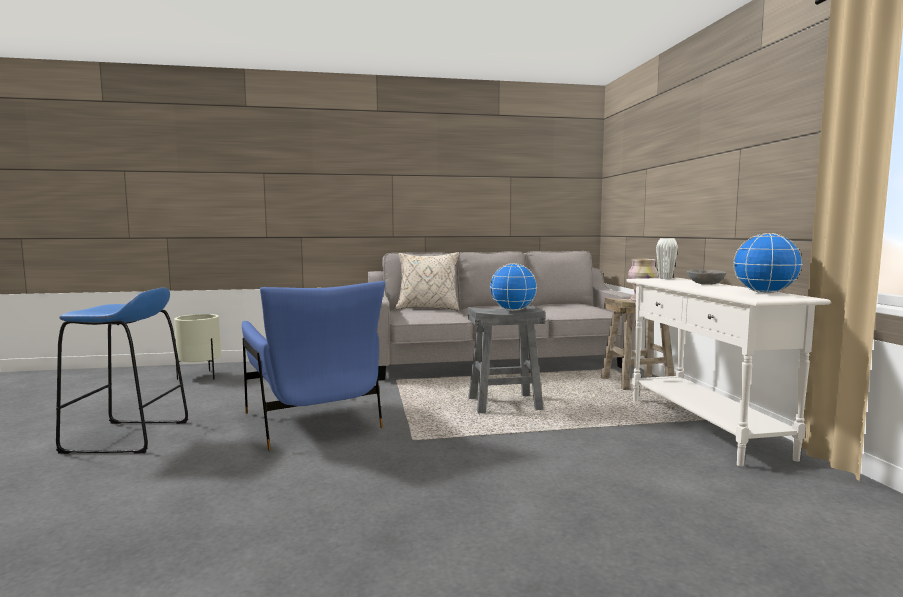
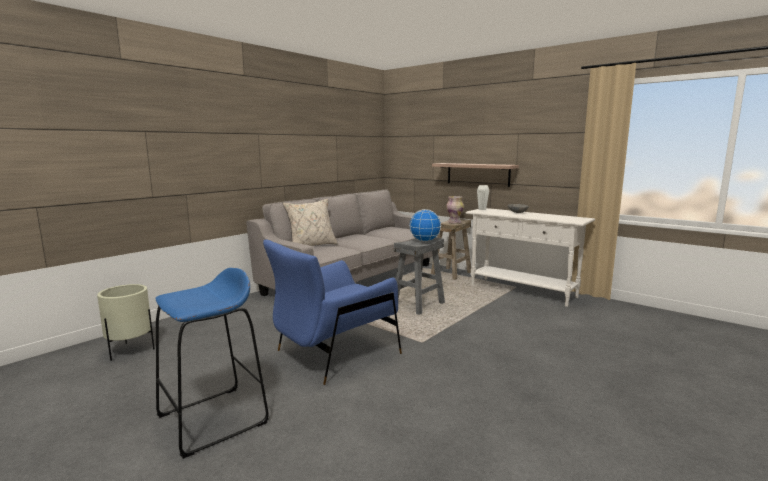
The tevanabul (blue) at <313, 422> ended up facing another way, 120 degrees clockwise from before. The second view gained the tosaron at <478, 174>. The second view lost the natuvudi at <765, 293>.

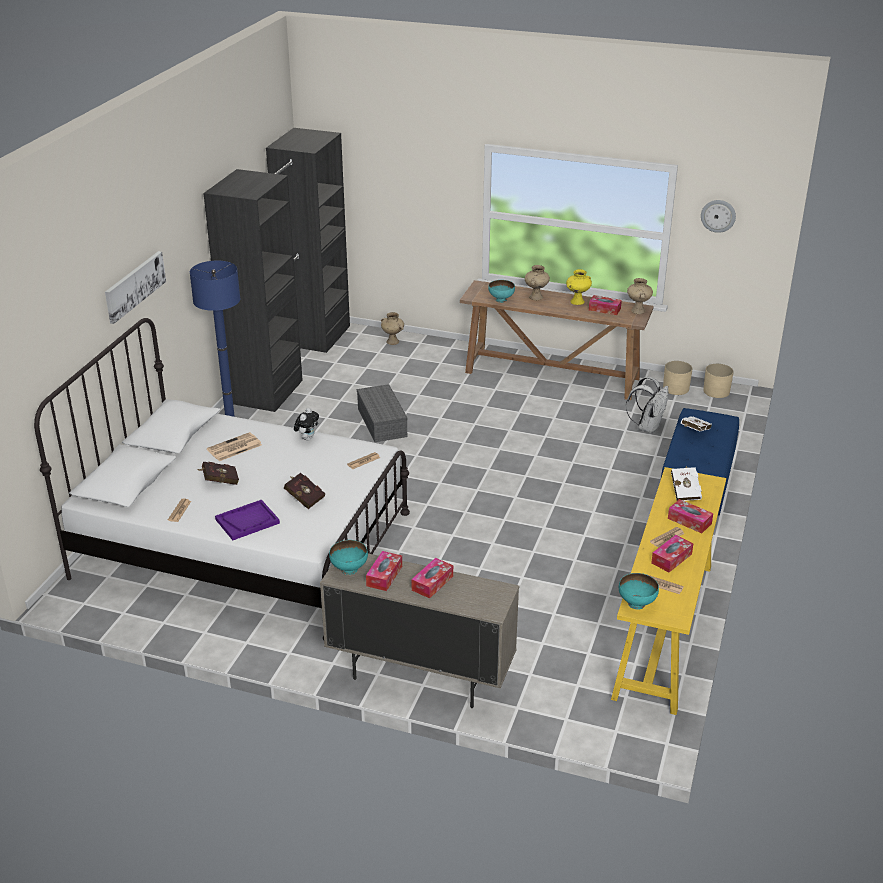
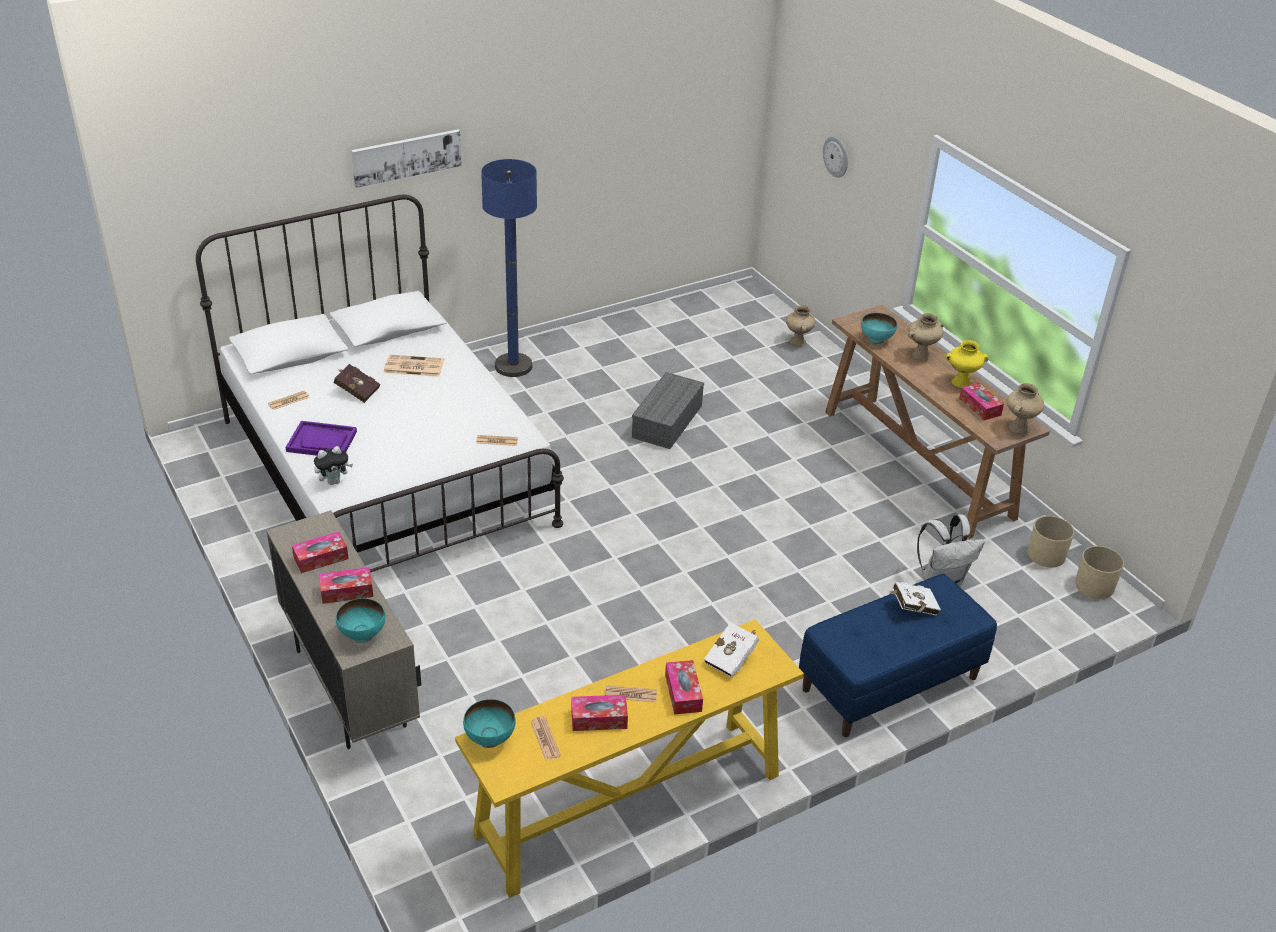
The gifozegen ended up elsewhere, having gone from <307, 438> to <334, 481>. The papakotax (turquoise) ended up elsewhere, having gone from <349, 569> to <363, 635>. The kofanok ended up elsewhere, having gone from <718, 215> to <836, 156>. The second view lost the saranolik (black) at <292, 362>. The second view lost the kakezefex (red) at <304, 498>.

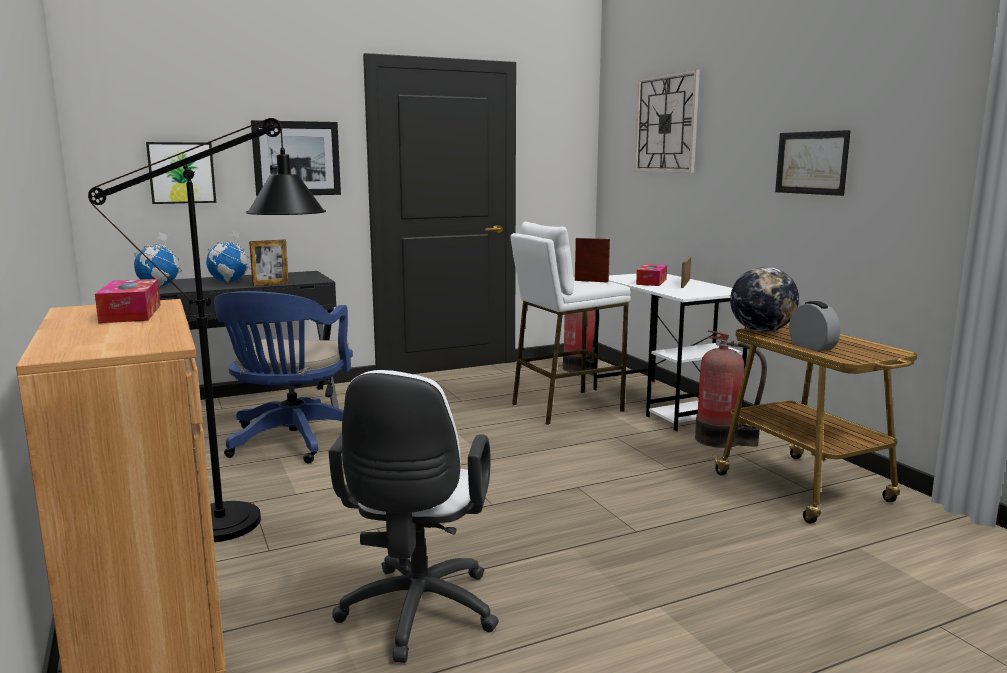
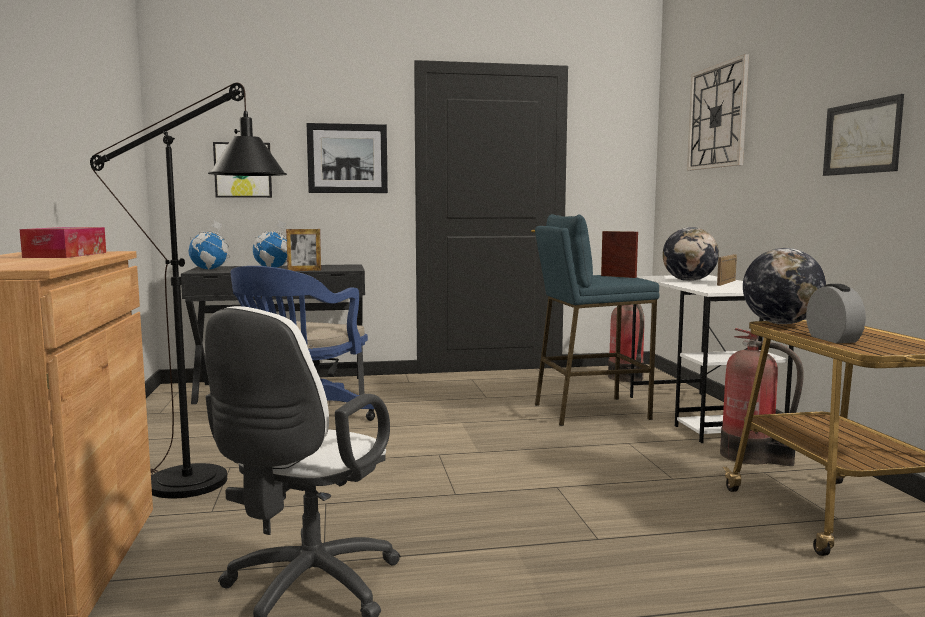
What was the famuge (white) at <565, 407> turned into the famuge (blue) at <590, 411>. Where the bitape stood at <651, 282>, the natuvudi came to stand at <689, 281>.

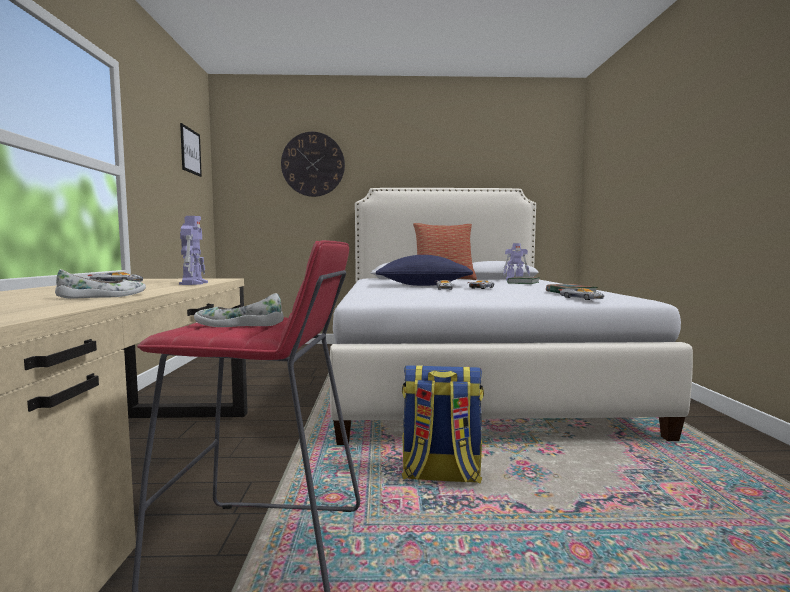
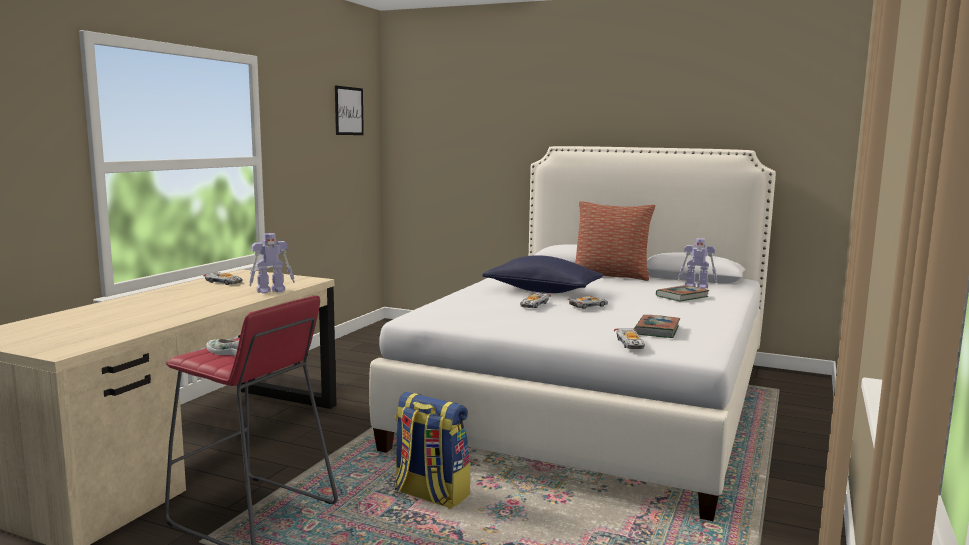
The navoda at <194, 283> ended up facing another way, 45 degrees clockwise from before. The second view lost the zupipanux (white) at <103, 296>. The second view lost the kofanok at <313, 164>.

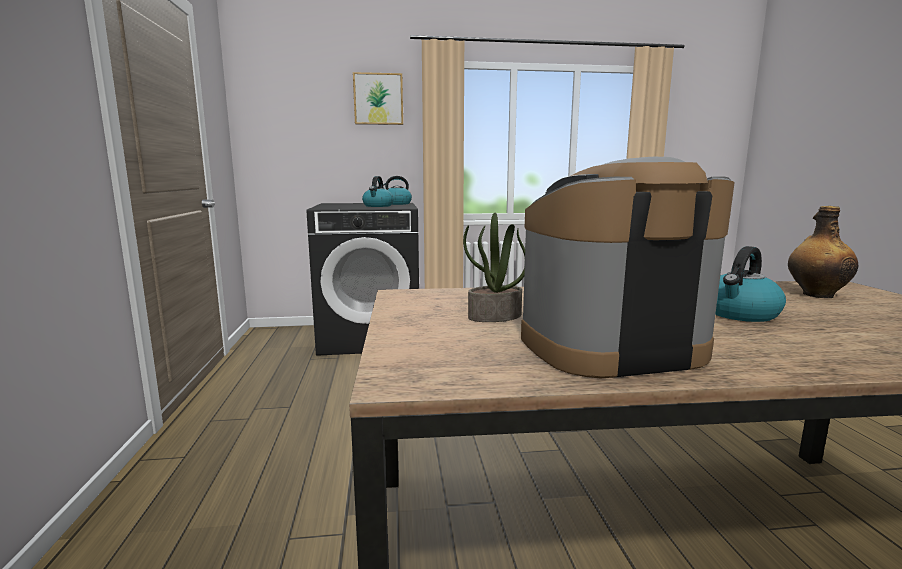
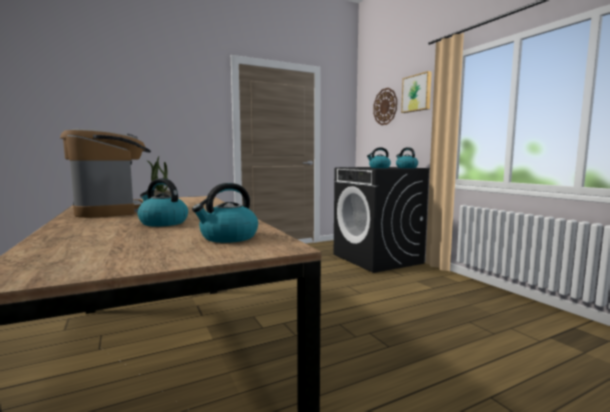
Where the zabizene stood at <816, 294>, the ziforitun came to stand at <228, 237>. The second view gained the kofanok at <385, 106>.

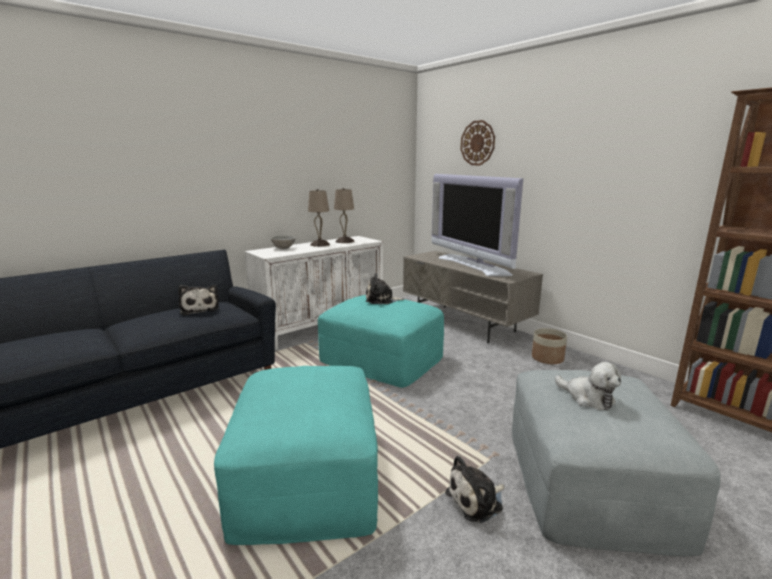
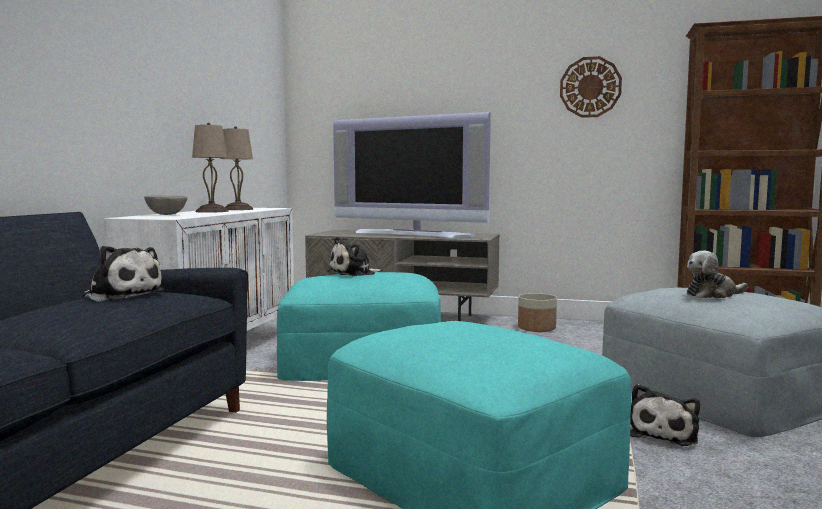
The kofanok ended up elsewhere, having gone from <477, 143> to <590, 87>. The gifozegen at <587, 398> ended up facing another way, 150 degrees clockwise from before.

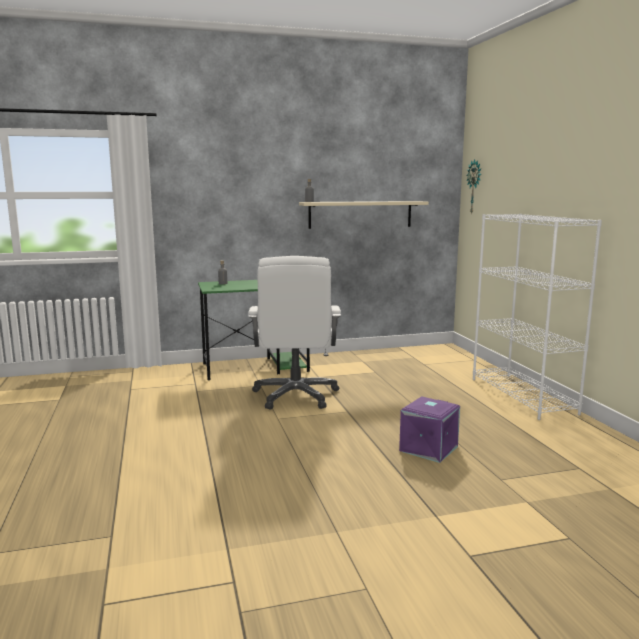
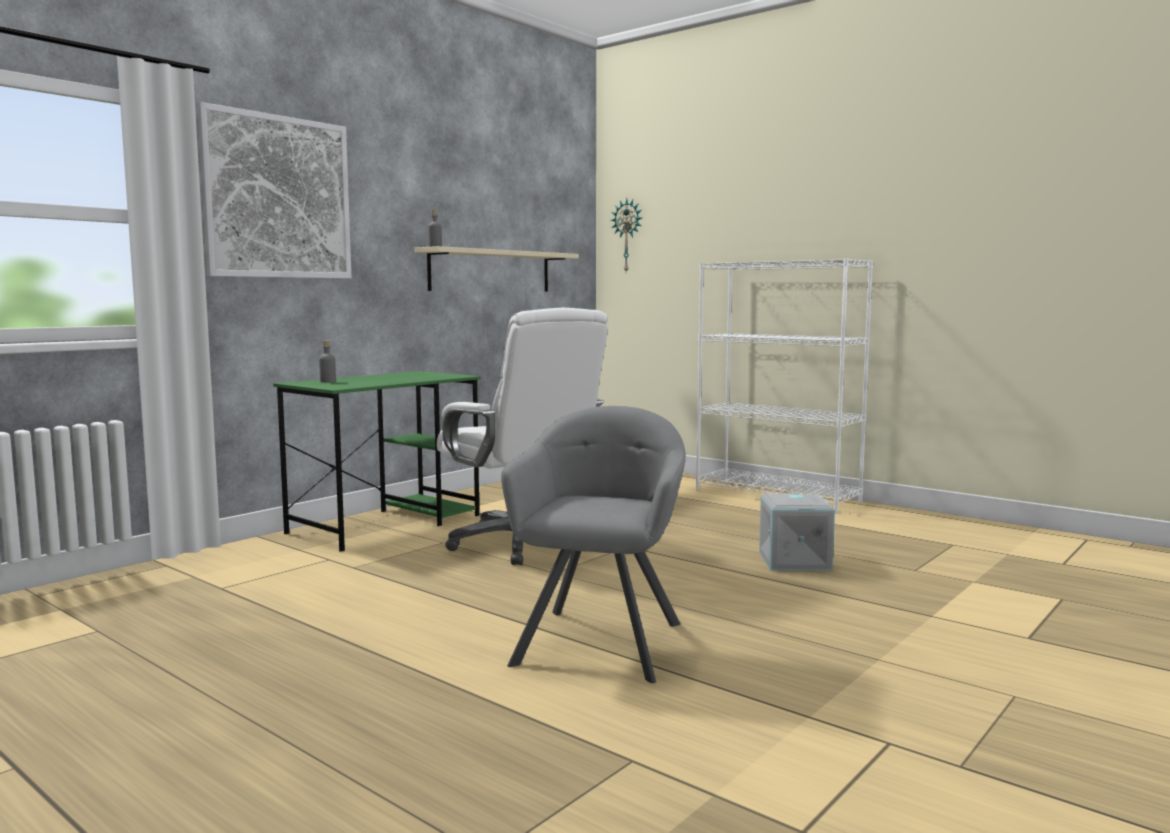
The second view gained the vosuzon at <277, 197>. The second view gained the tevanabul (grey) at <600, 642>. What was the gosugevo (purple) at <428, 448> turned into the gosugevo (grey) at <792, 561>.

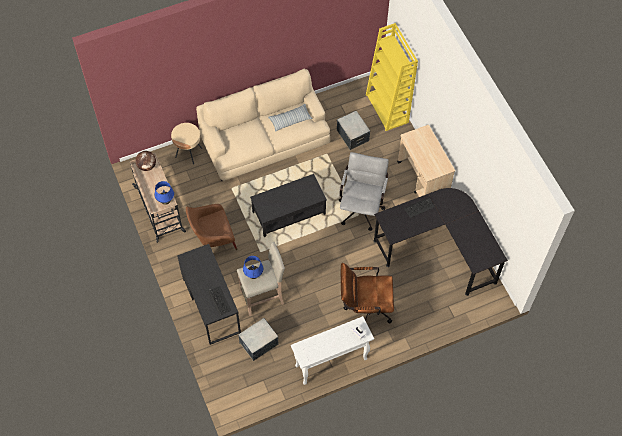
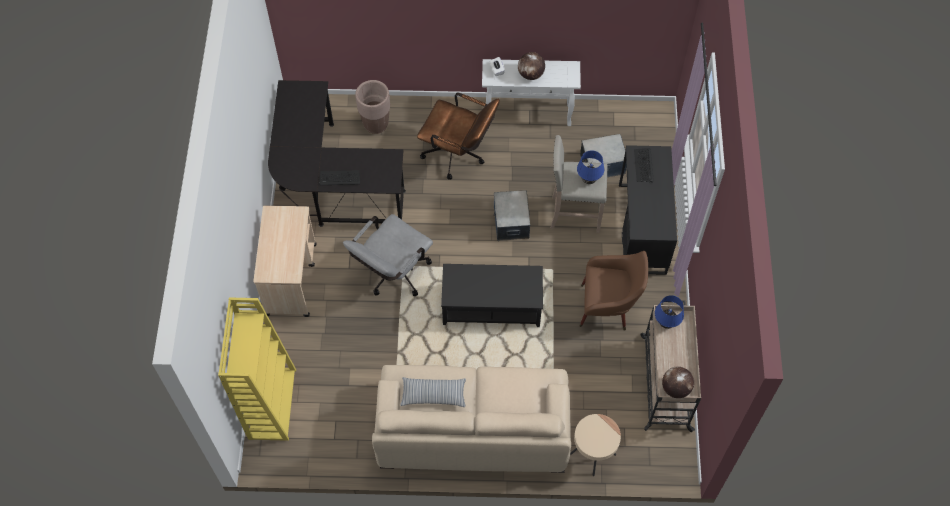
The second view gained the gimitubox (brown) at <375, 124>. The gosugevo ended up elsewhere, having gone from <353, 135> to <510, 222>. The second view gained the natuvudi at <531, 74>.

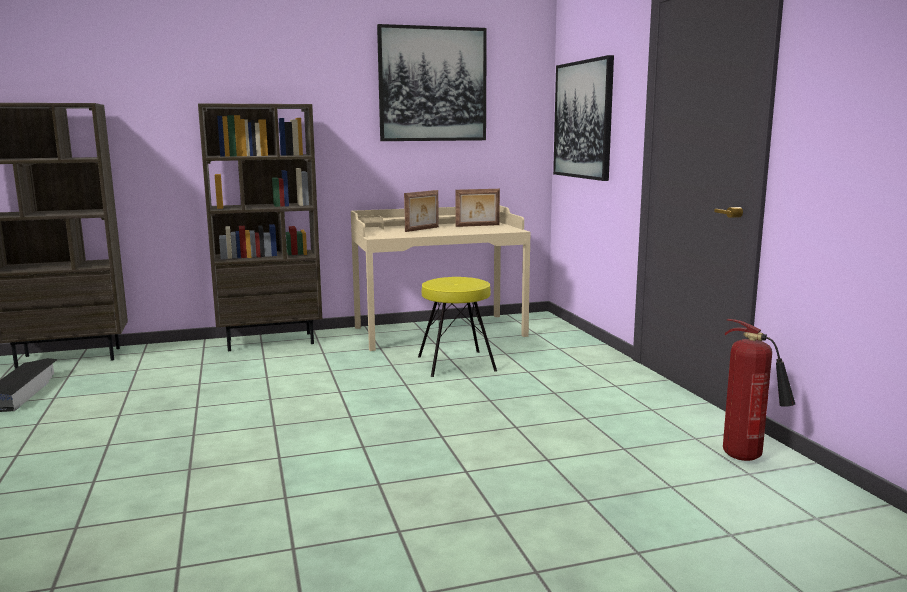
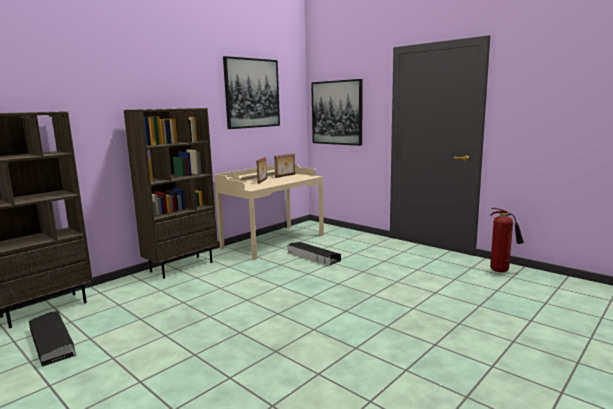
Where the famuge (yellow) stood at <456, 364>, the gosugevo (black) came to stand at <313, 257>.

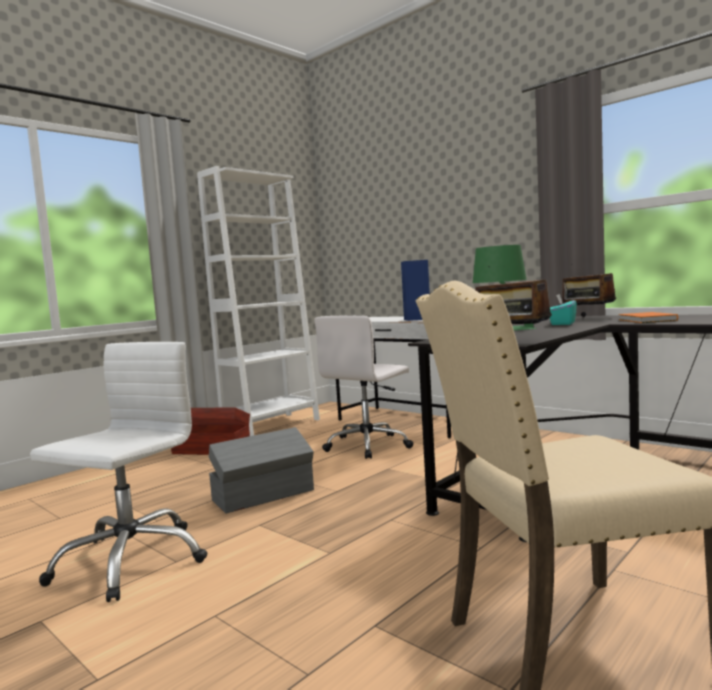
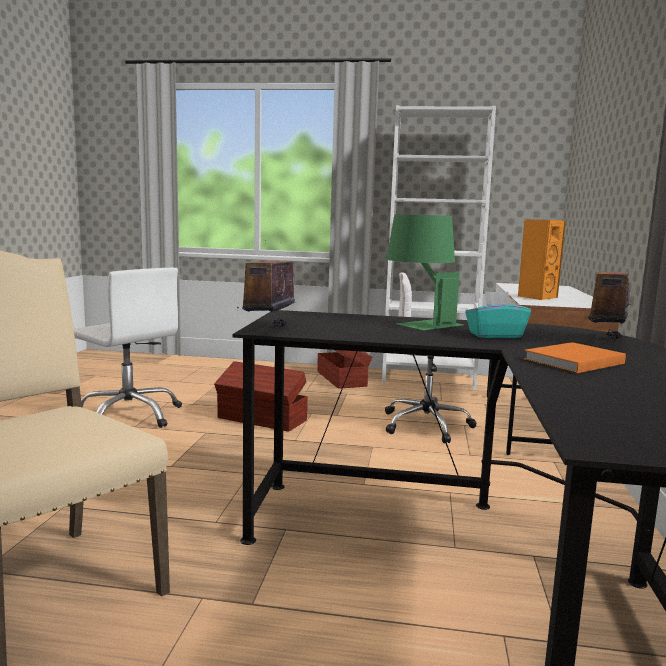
The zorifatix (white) at <130, 560> ended up facing another way, 45 degrees clockwise from before. What was the gosugevo (grey) at <264, 495> turned into the gosugevo (brown) at <262, 419>. What was the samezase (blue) at <417, 319> turned into the samezase (orange) at <536, 297>.

